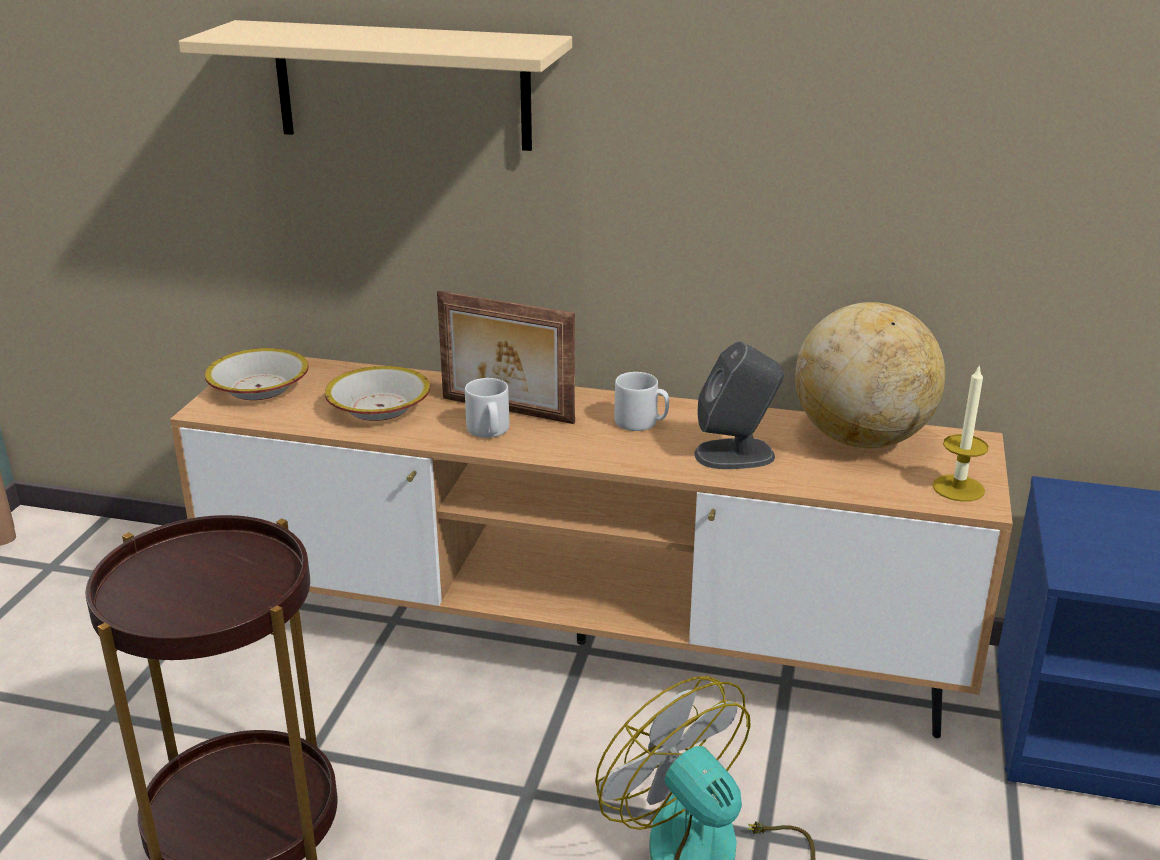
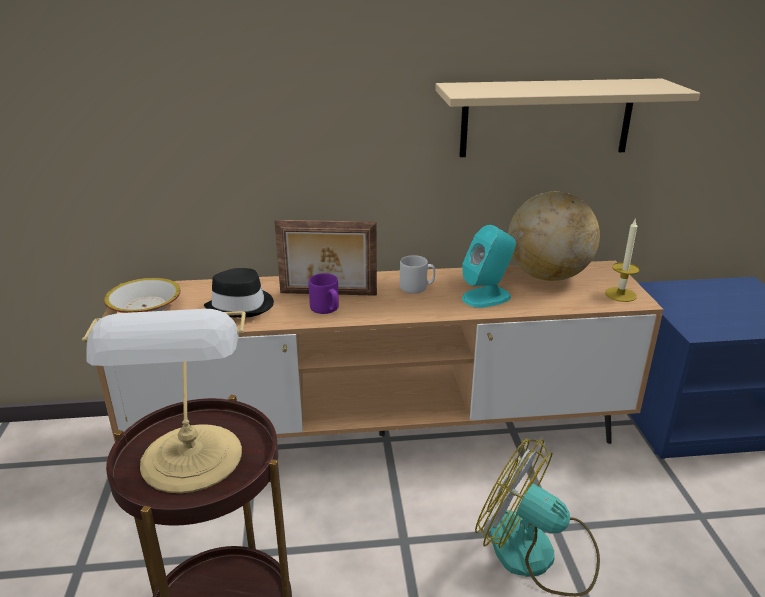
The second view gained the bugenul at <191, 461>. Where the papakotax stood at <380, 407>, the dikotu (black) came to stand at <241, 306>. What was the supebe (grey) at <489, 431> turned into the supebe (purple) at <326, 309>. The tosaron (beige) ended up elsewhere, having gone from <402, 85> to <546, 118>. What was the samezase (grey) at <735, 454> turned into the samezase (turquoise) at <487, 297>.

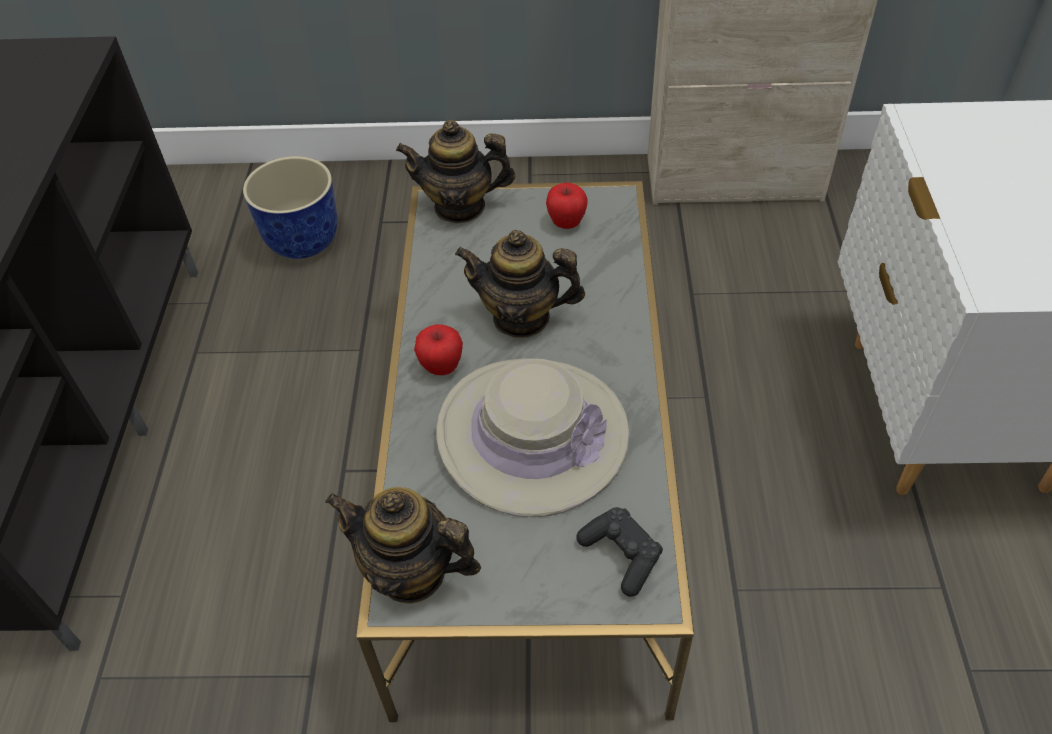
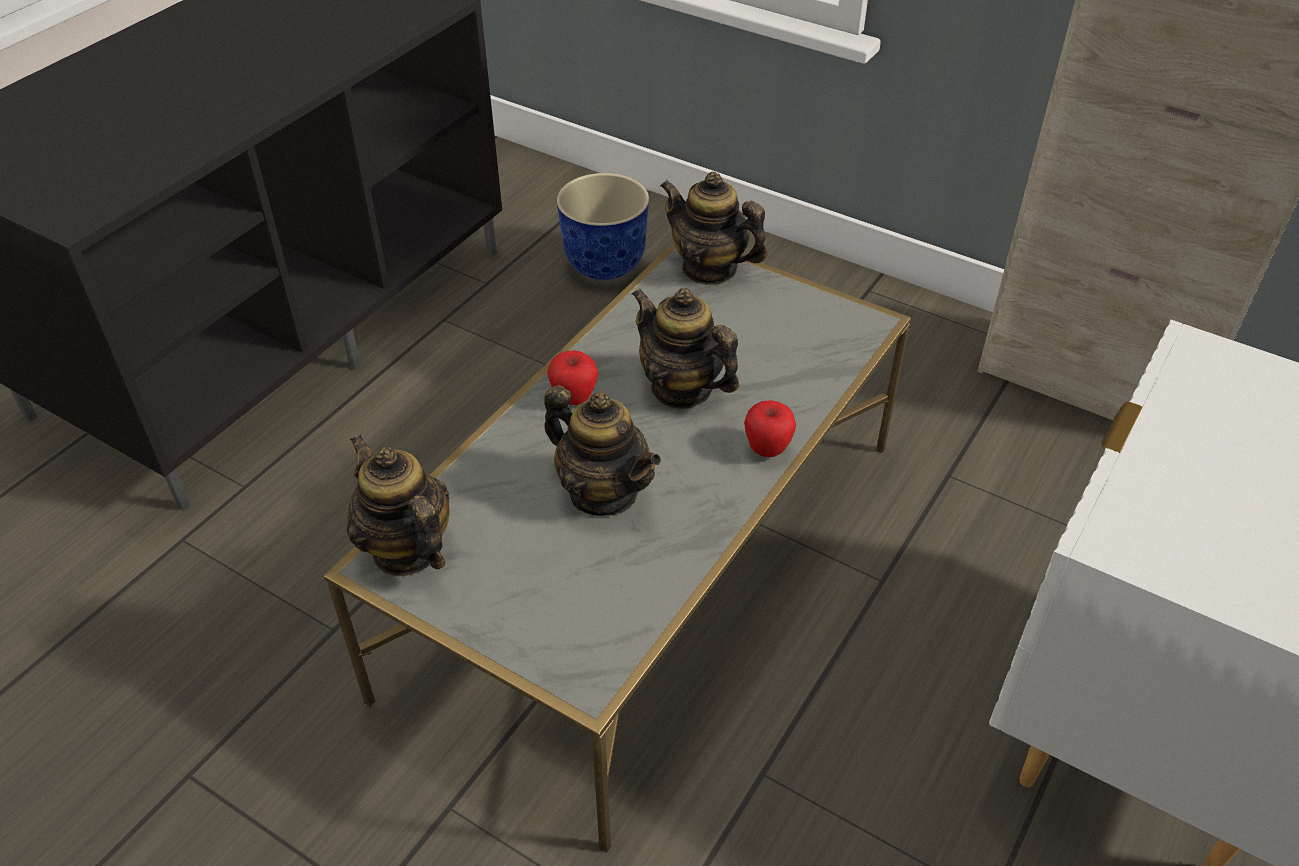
Where the dikotu (beige) stood at <532, 435>, the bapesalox came to stand at <603, 492>. The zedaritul ended up elsewhere, having gone from <566, 223> to <767, 449>. The second view lost the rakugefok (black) at <621, 555>.

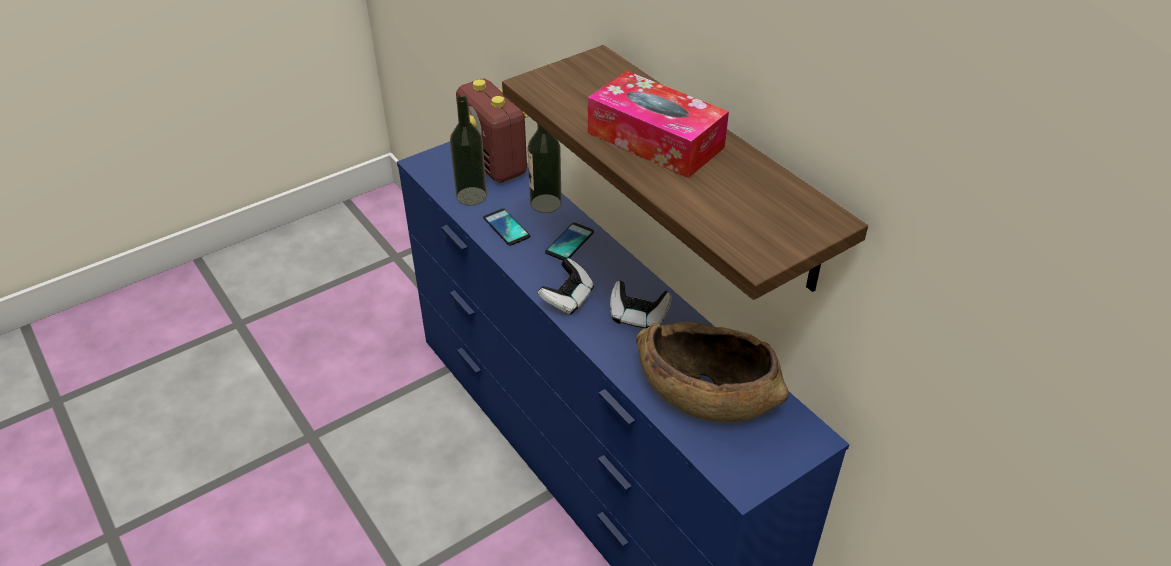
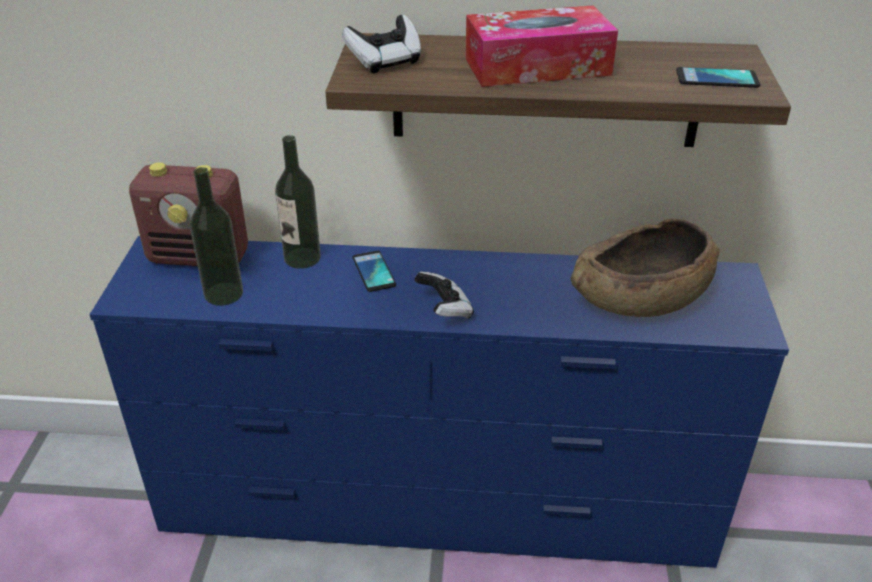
The rakugefok ended up elsewhere, having gone from <638, 317> to <385, 62>. The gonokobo ended up elsewhere, having gone from <506, 227> to <717, 79>.

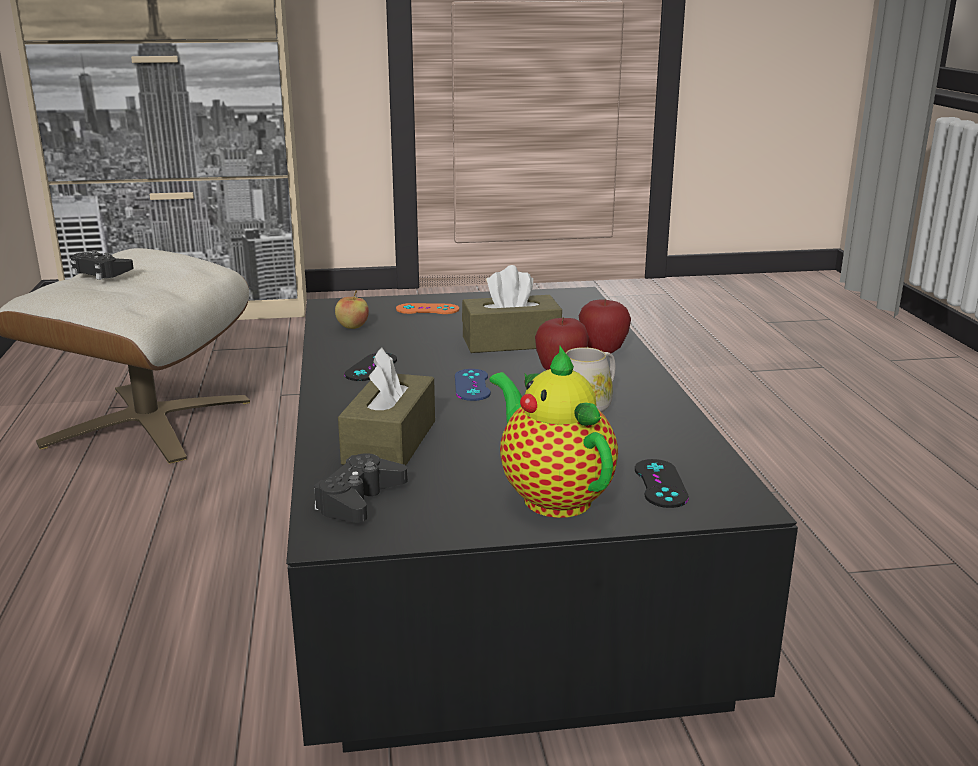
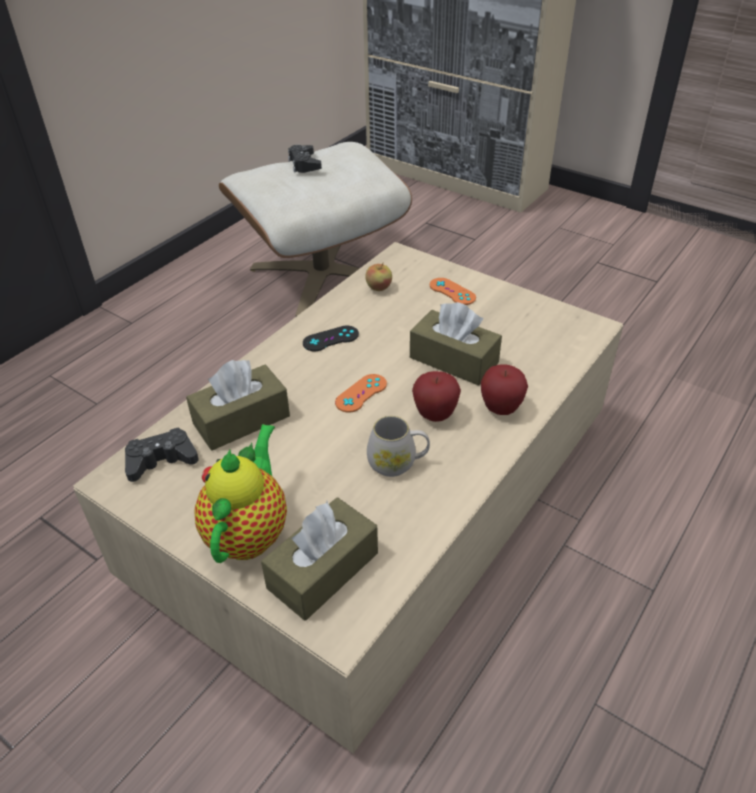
What was the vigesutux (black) at <489, 549> turned into the vigesutux (beige) at <379, 500>. Where the rakugefok (black) stood at <660, 483>, the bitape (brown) came to stand at <323, 570>. What was the rakugefok (blue) at <472, 385> turned into the rakugefok (orange) at <361, 393>.

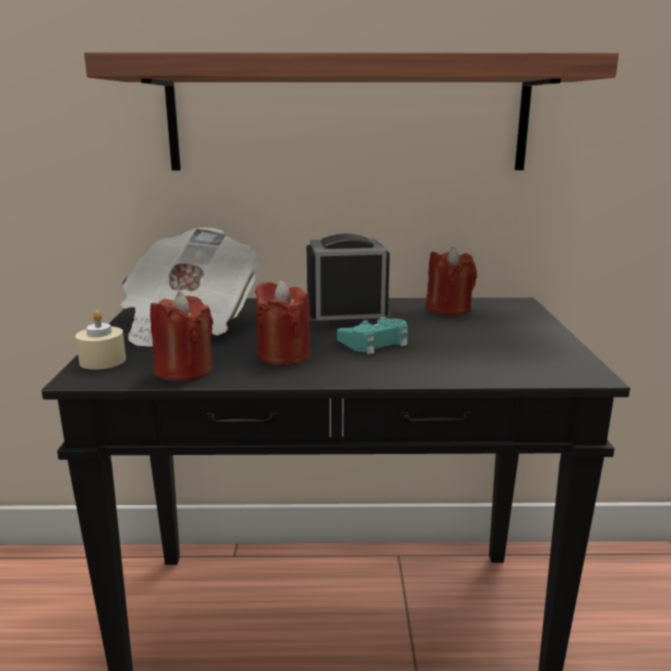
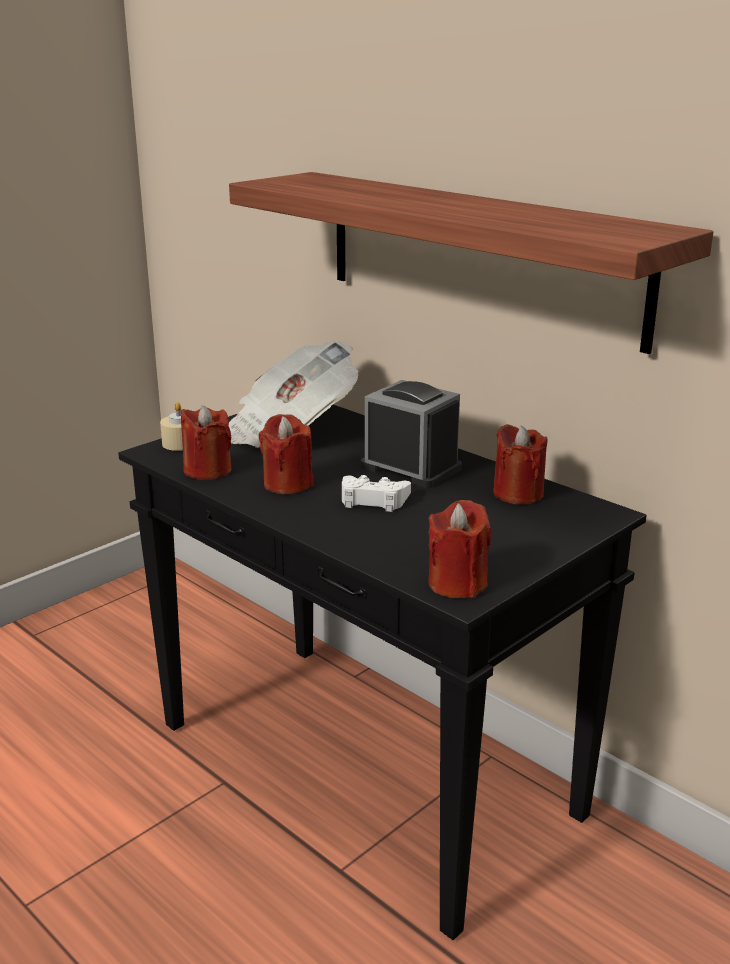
What was the rakugefok (turquoise) at <375, 343> turned into the rakugefok (white) at <373, 500>. The second view gained the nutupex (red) at <457, 583>.

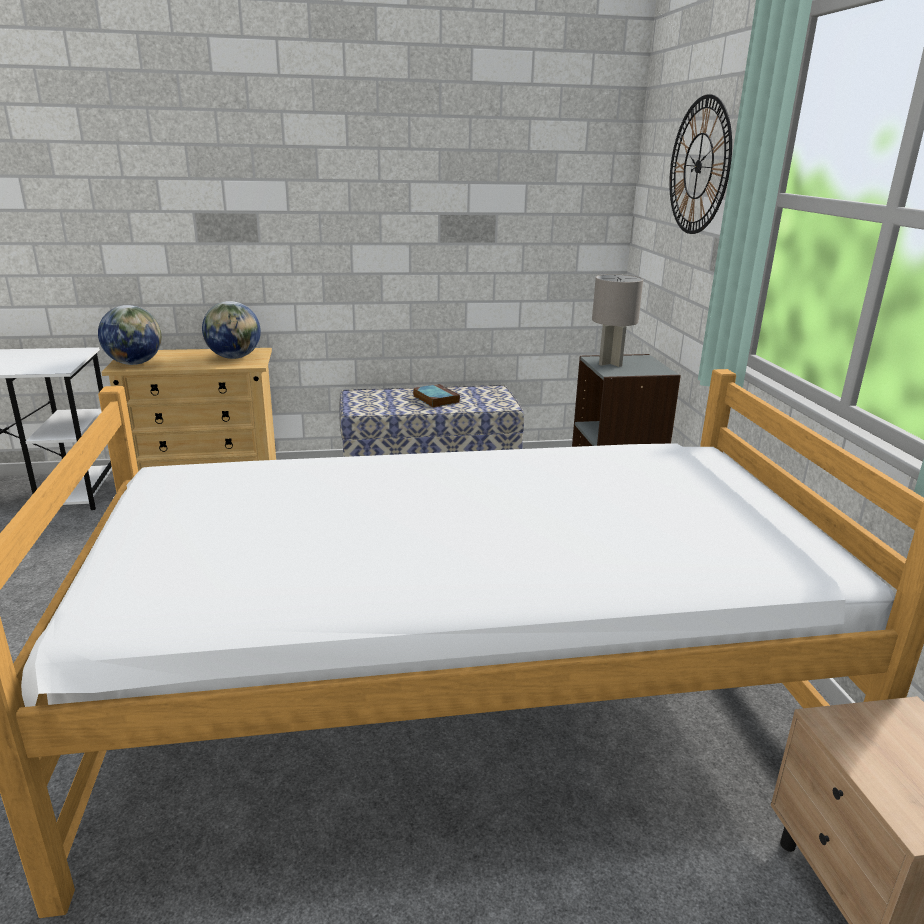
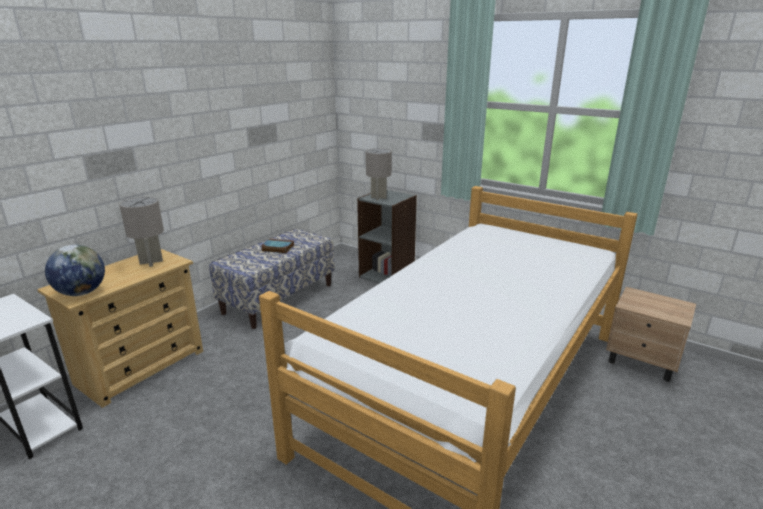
Where the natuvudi stood at <234, 357>, the bugenul (grey) came to stand at <151, 262>. The second view lost the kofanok at <698, 166>.

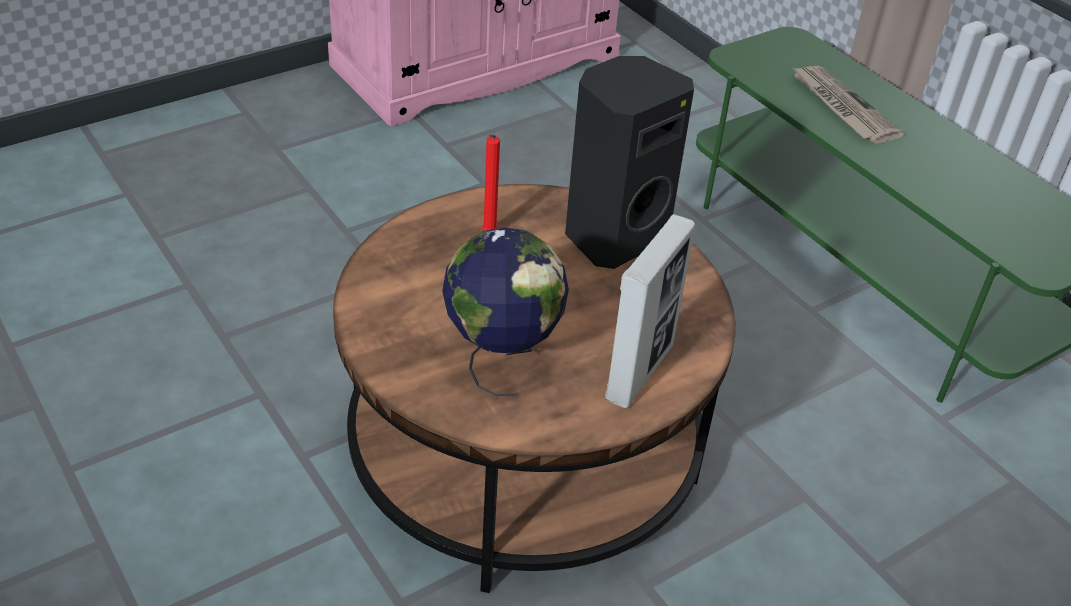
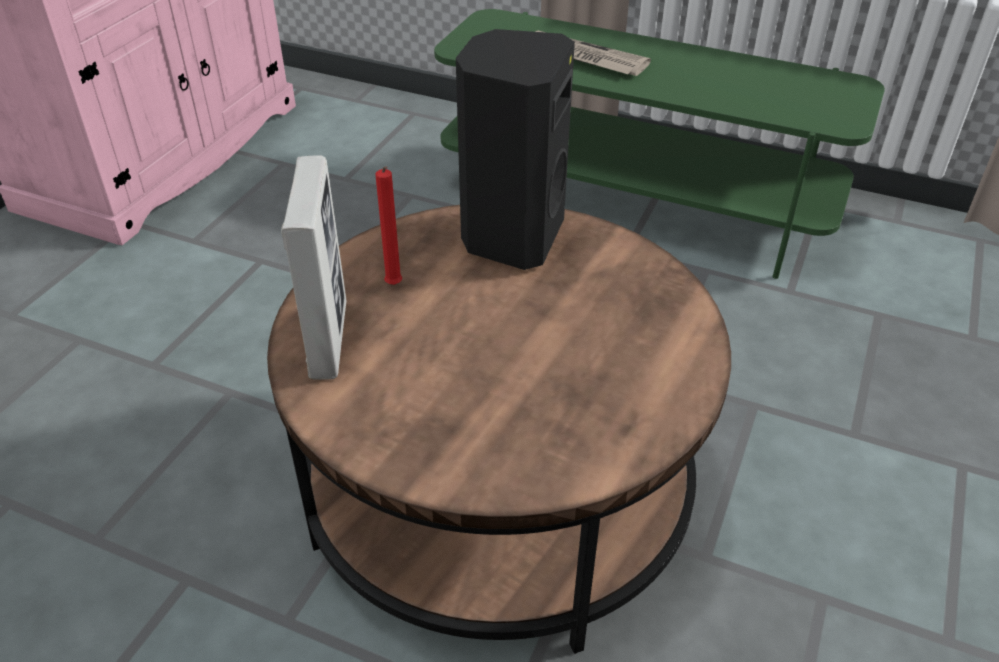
The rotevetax ended up elsewhere, having gone from <639, 372> to <328, 339>. The second view lost the natuvudi at <502, 359>.

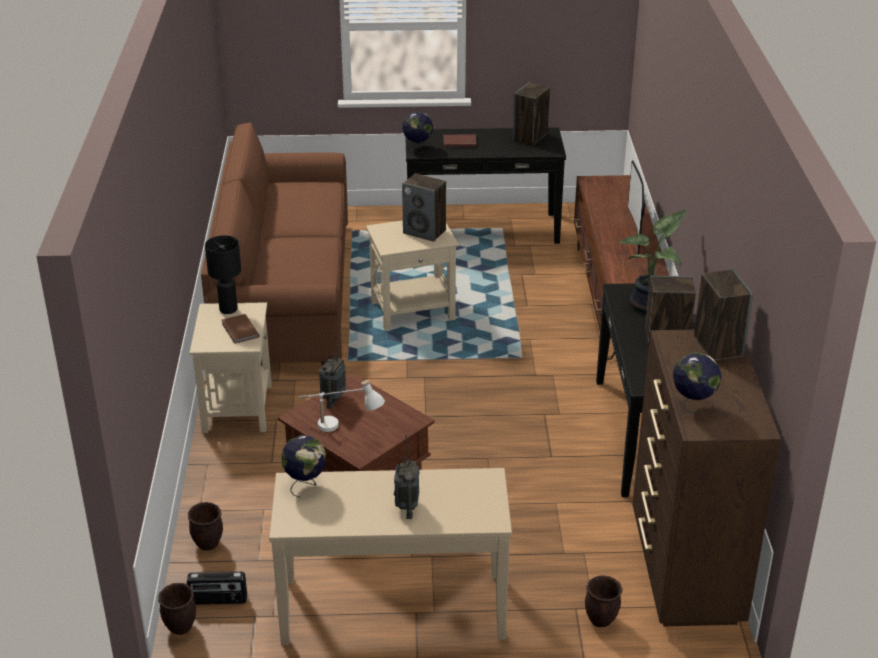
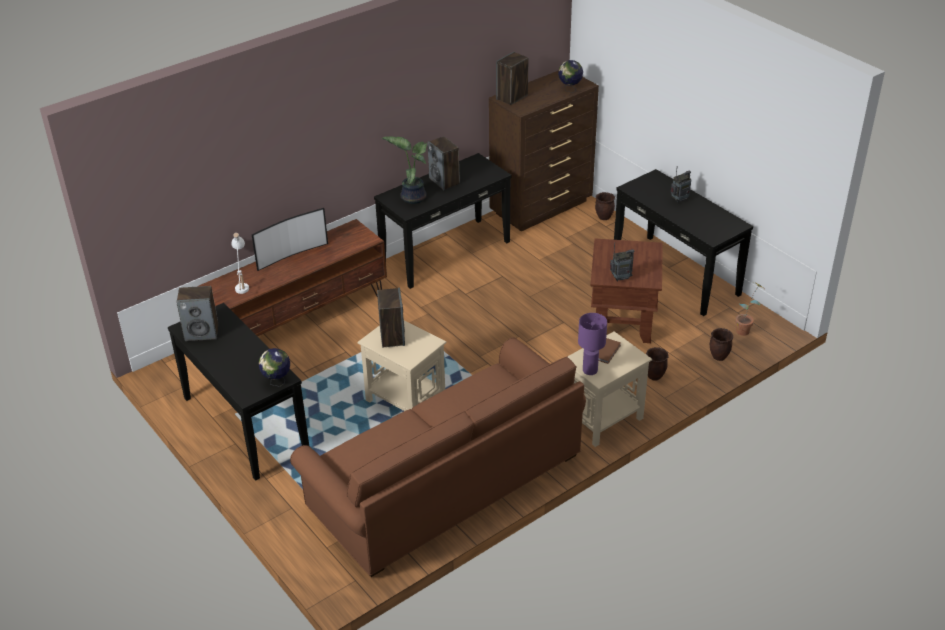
The bugenul (white) ended up elsewhere, having gone from <341, 429> to <242, 283>. What was the bugenul (black) at <228, 309> turned into the bugenul (purple) at <590, 371>. What was the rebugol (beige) at <393, 609> turned into the rebugol (black) at <676, 274>. The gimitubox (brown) ended up elsewhere, having gone from <180, 628> to <655, 376>. Where the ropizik stood at <218, 600>, the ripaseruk came to stand at <745, 329>. The second view lost the natuvudi at <305, 485>. The second view lost the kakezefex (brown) at <459, 142>.

